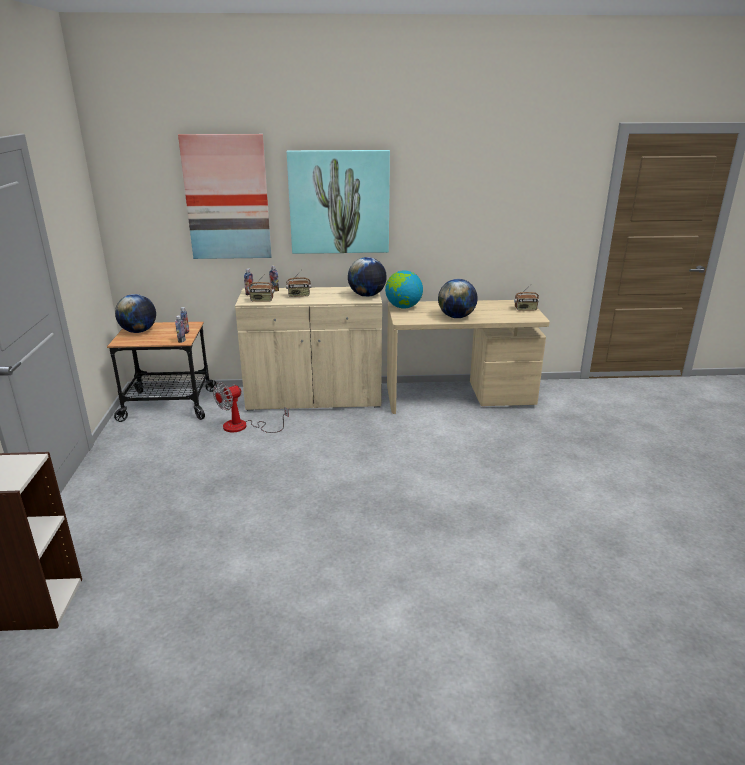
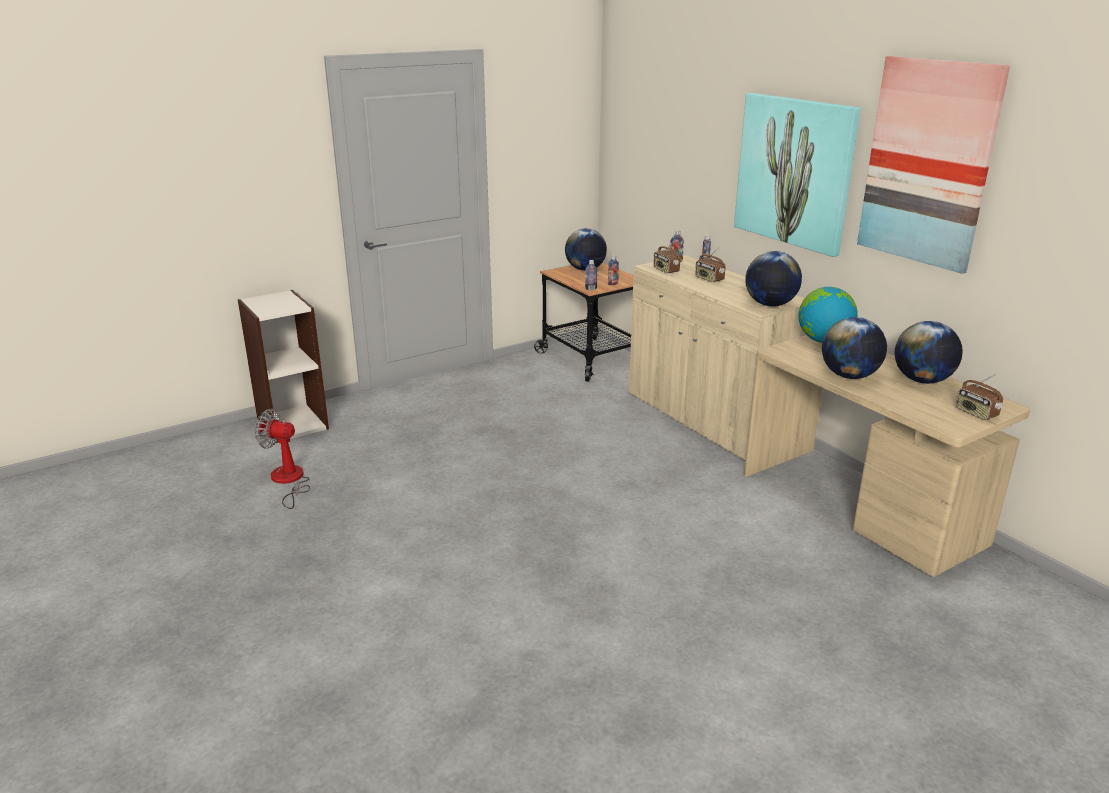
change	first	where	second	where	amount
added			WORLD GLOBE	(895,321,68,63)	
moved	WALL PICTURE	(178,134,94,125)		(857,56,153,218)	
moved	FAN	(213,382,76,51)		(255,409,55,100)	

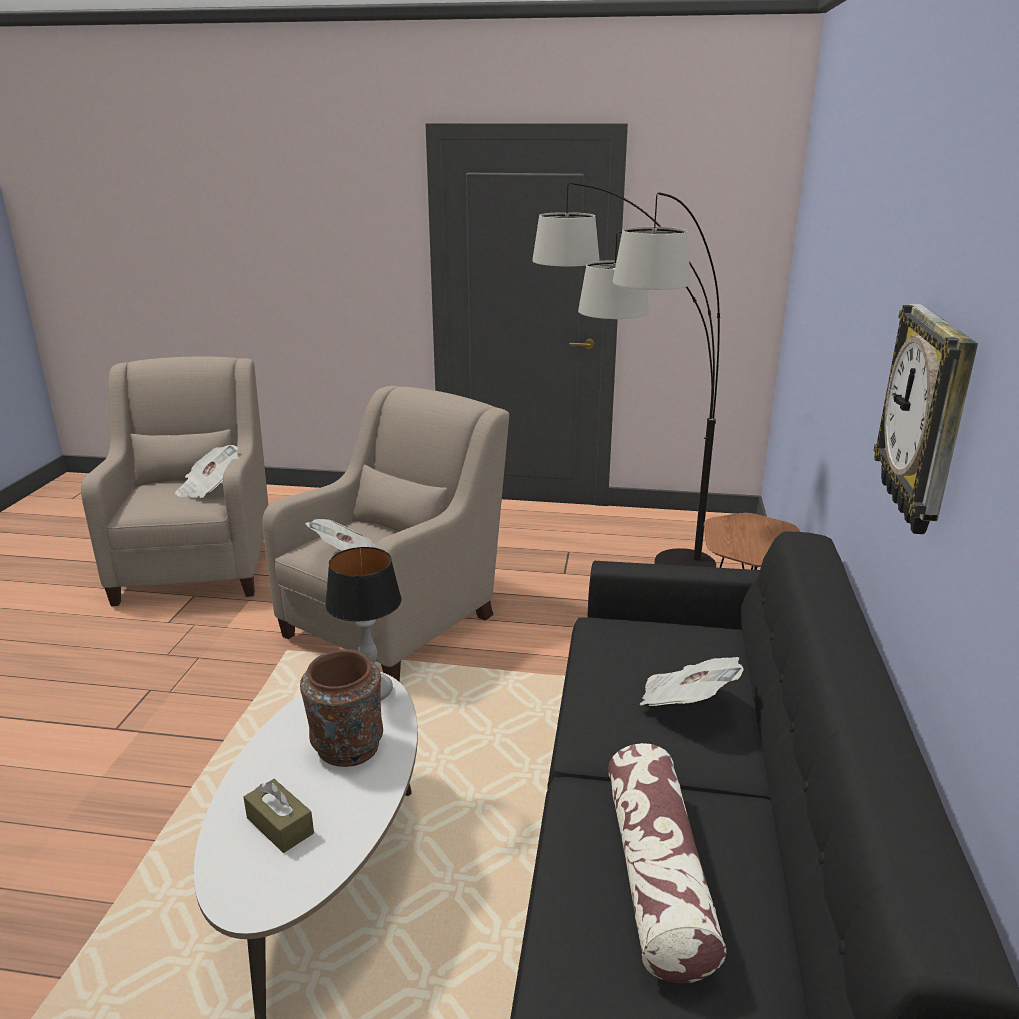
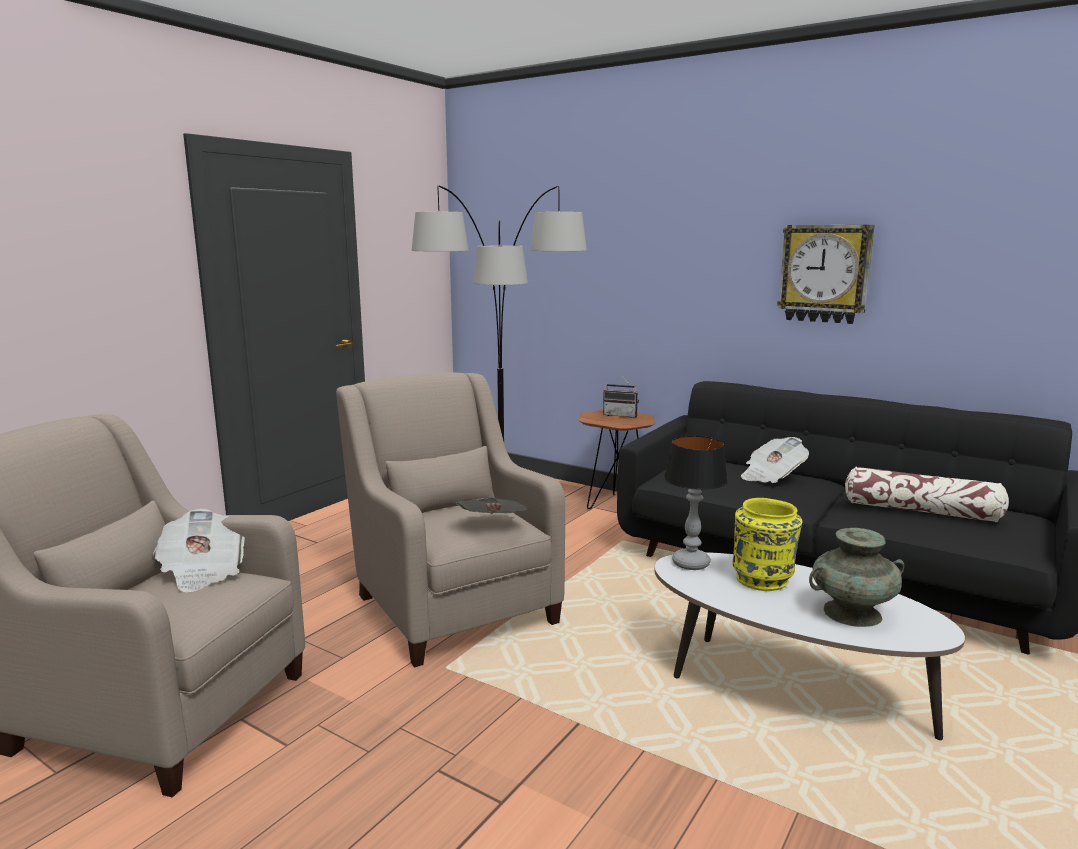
change	first	where	second	where	amount
added			RADIO	(603,376,36,42)	
replaced	BROWN-COLOURED TISSUE BOX	(244,779,70,74)	TURQUOISE-COLOURED FLOWER VASE	(809,528,95,99)	
recoloured	BROWN-COLOURED FLOWER VASE	(300,649,83,118)	YELLOW FLOWER VASE	(732,498,70,93)	

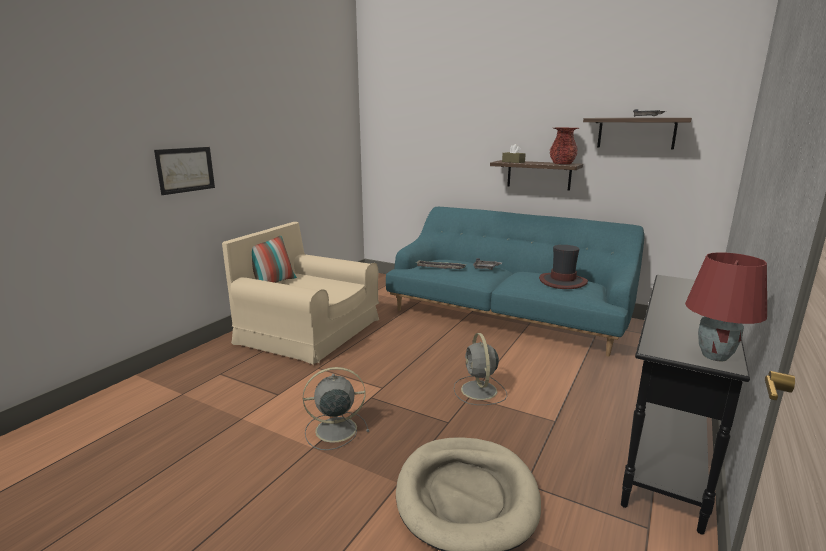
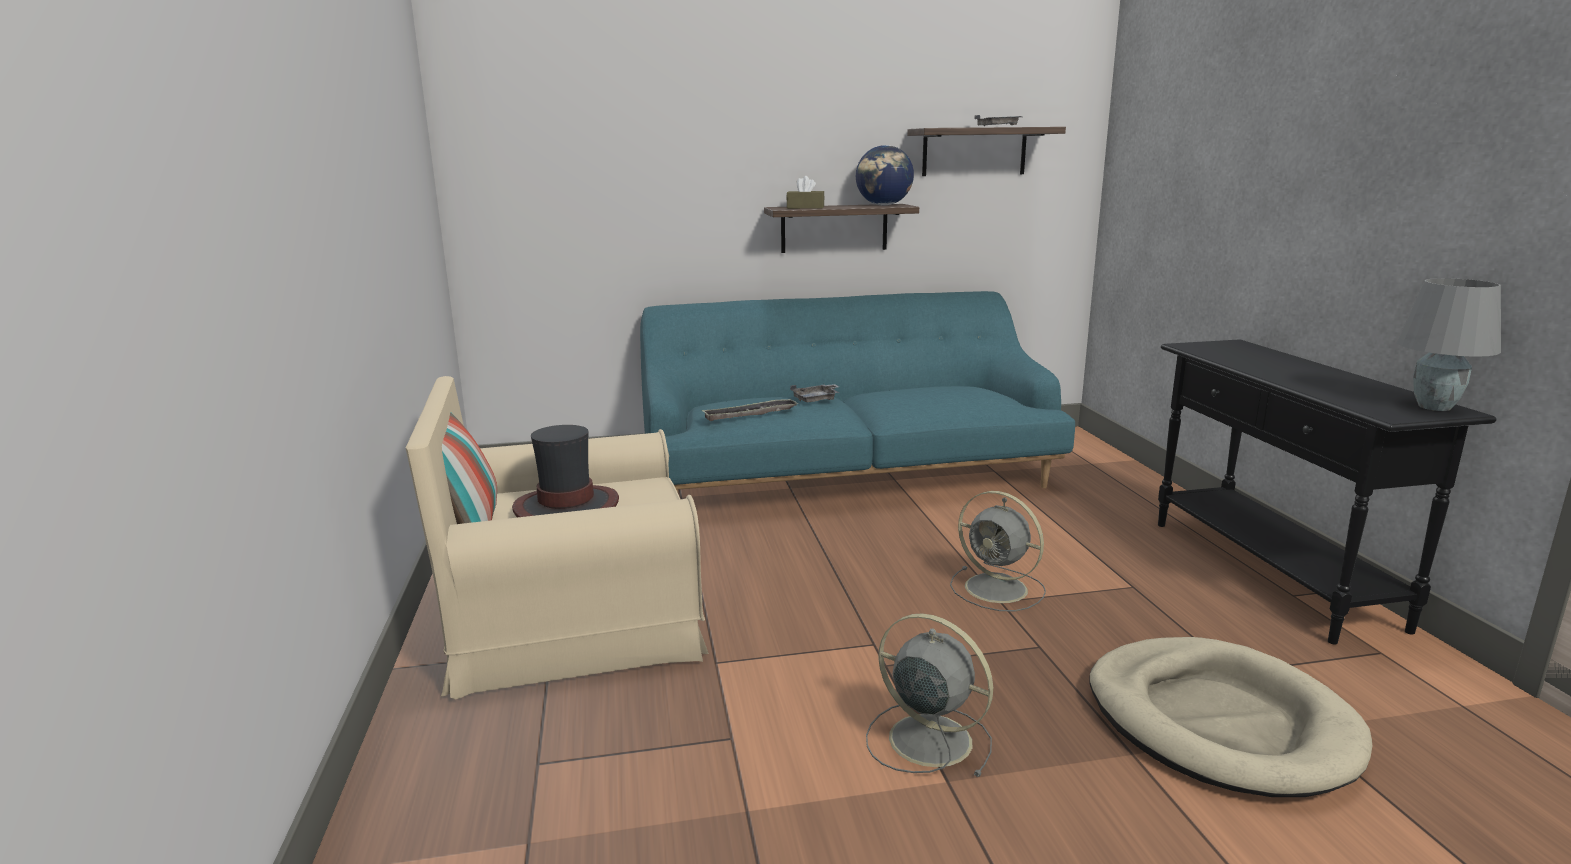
change	first	where	second	where	amount
removed	WALL PICTURE	(154,147,61,48)			
moved	CLOTHING HAT	(539,245,49,44)		(512,425,107,92)	
replaced	REDDISH FLOWER VASE	(550,128,29,36)	WORLD GLOBE	(856,145,58,61)	
recoloured	REDDISH LAMP FOR A TABLE	(685,252,82,109)	GRAY LAMP FOR A TABLE	(1397,278,104,133)	
turned	GRAY FAN	(303,367,66,83)		(866,613,127,164)	90 degrees clockwise

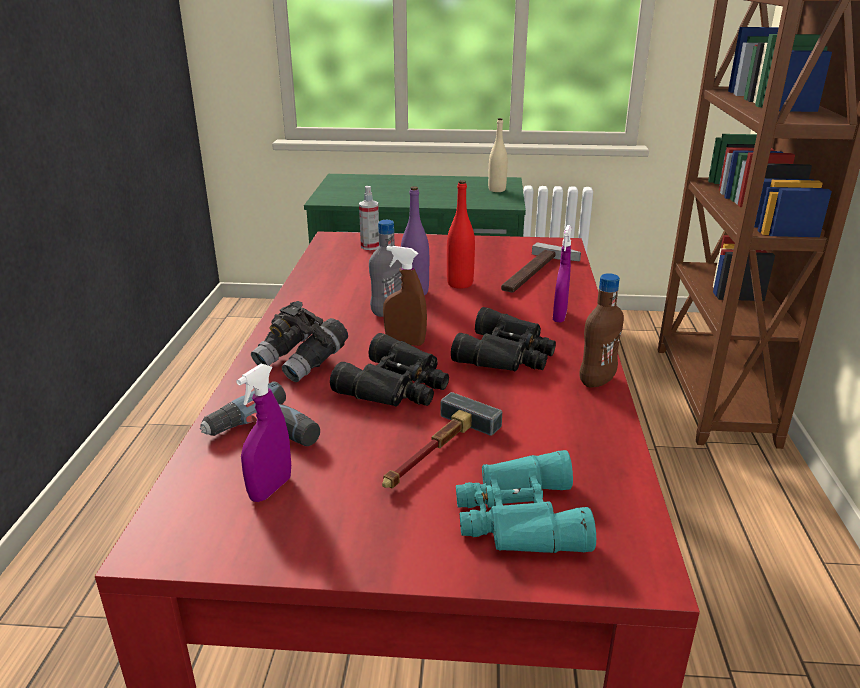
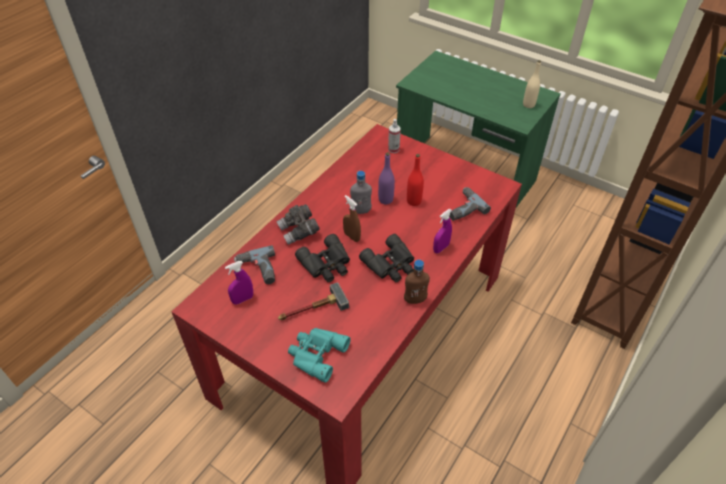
change	first	where	second	where	amount
replaced	HAND HAMMER	(501,242,80,51)	DRILL	(449,187,42,34)	

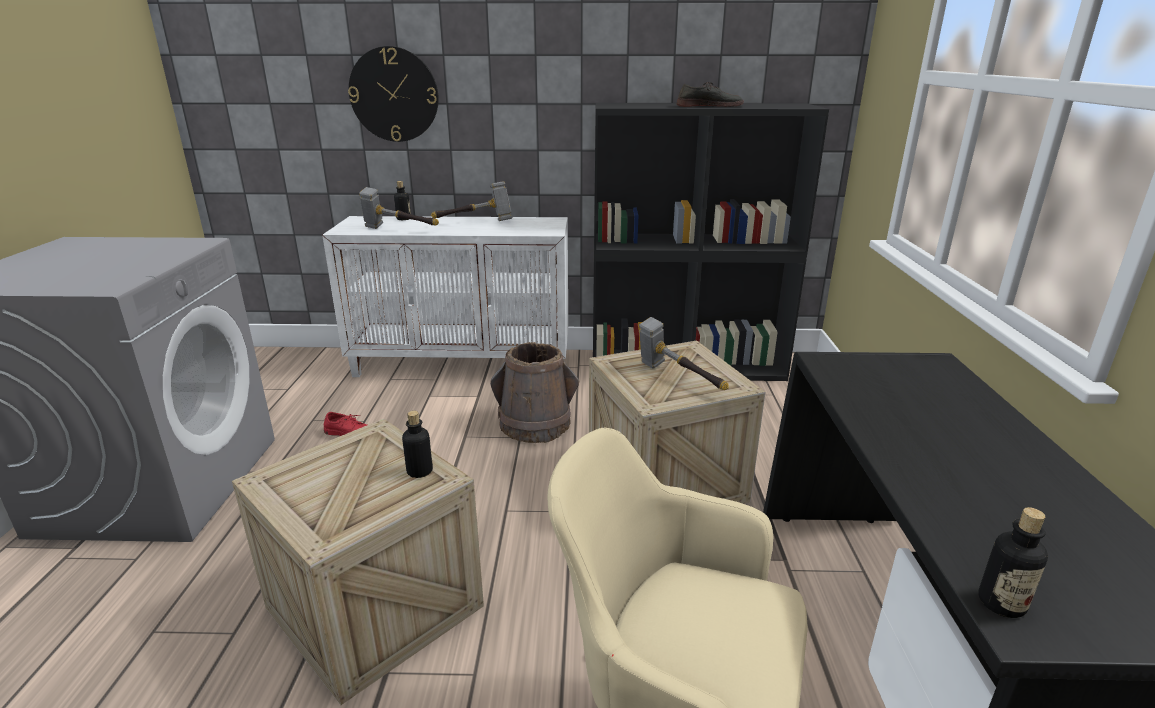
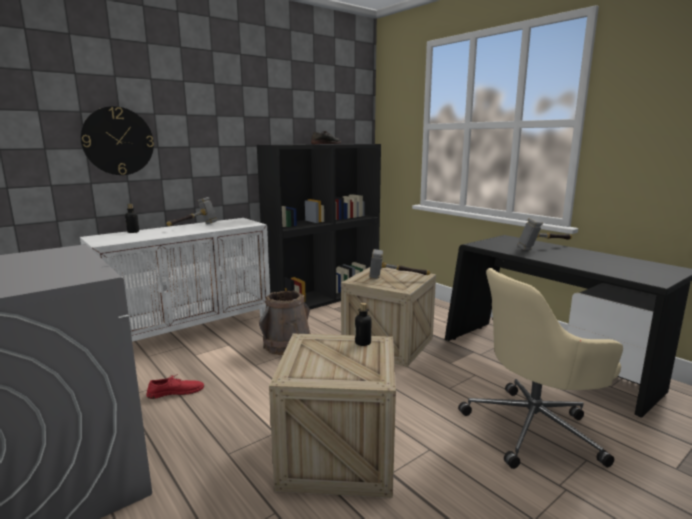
change	first	where	second	where	amount
removed	BOTTLE	(978,507,70,111)			
moved	HAND HAMMER	(359,187,80,42)		(517,218,55,32)	

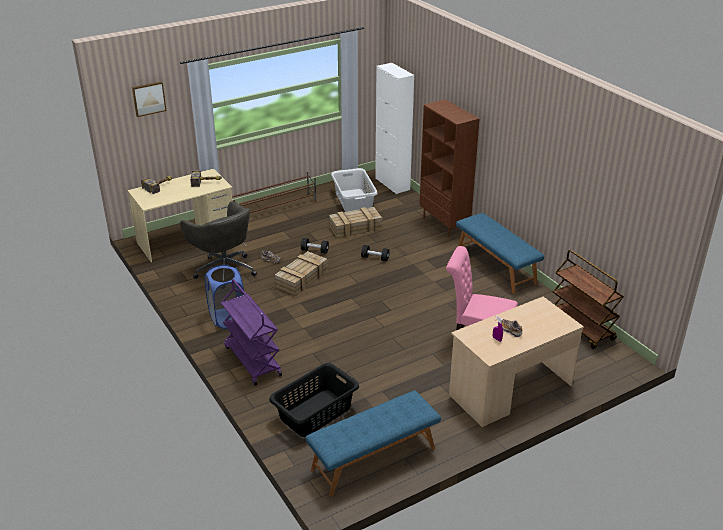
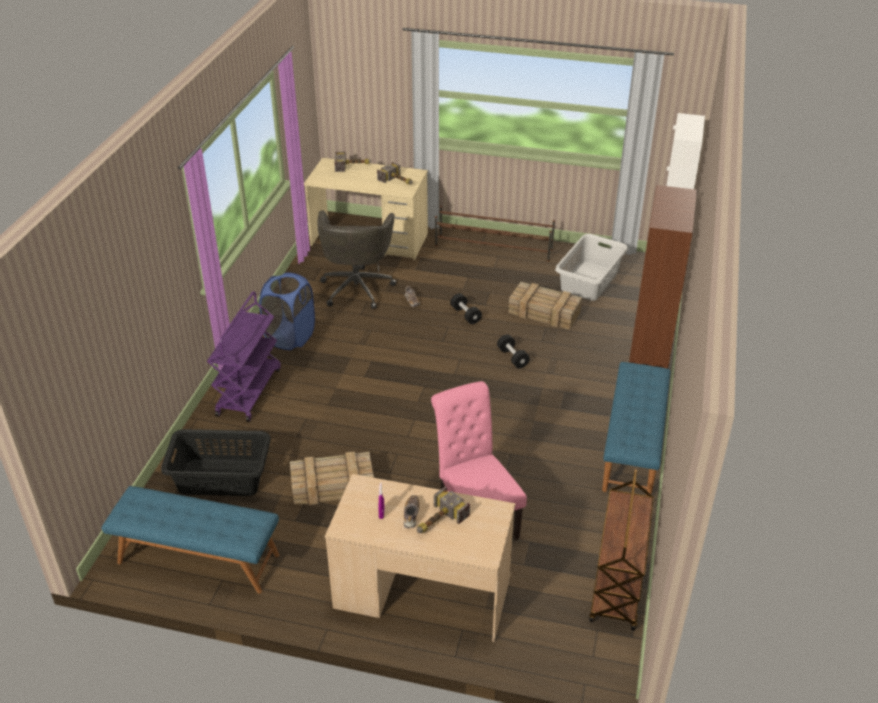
change	first	where	second	where	amount
removed	WALL PICTURE	(132,81,35,36)			
added			HAND HAMMER	(417,487,53,46)	
moved	PACKING CRATE	(275,251,53,45)		(290,451,84,55)	

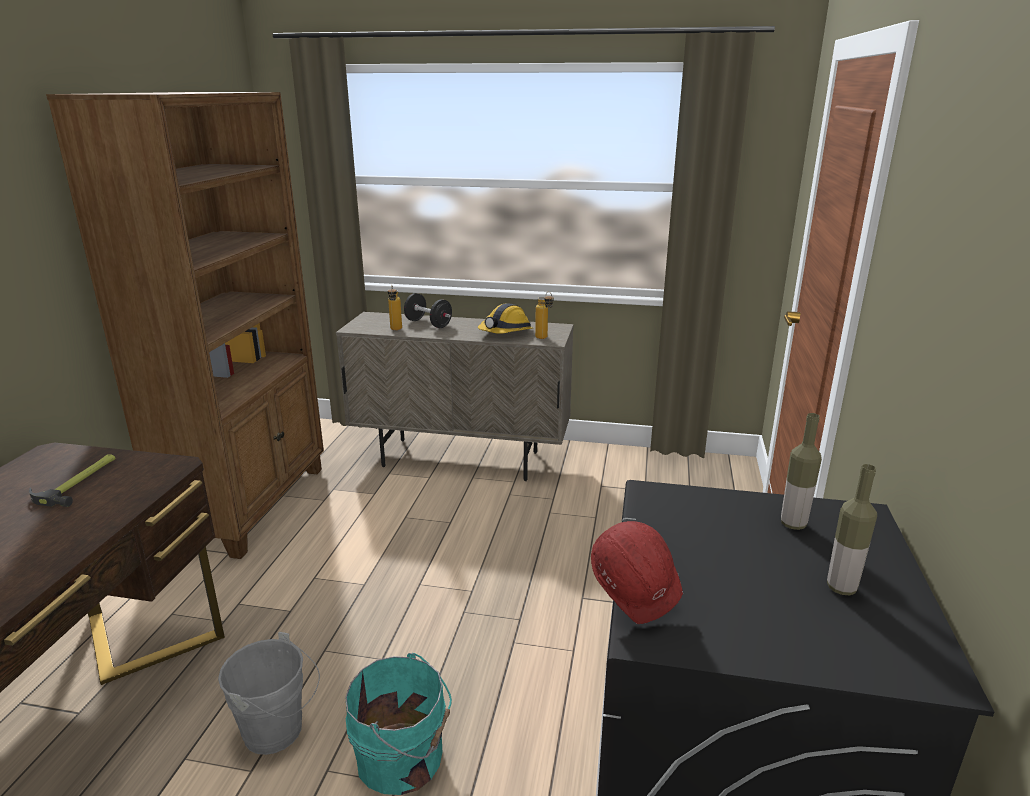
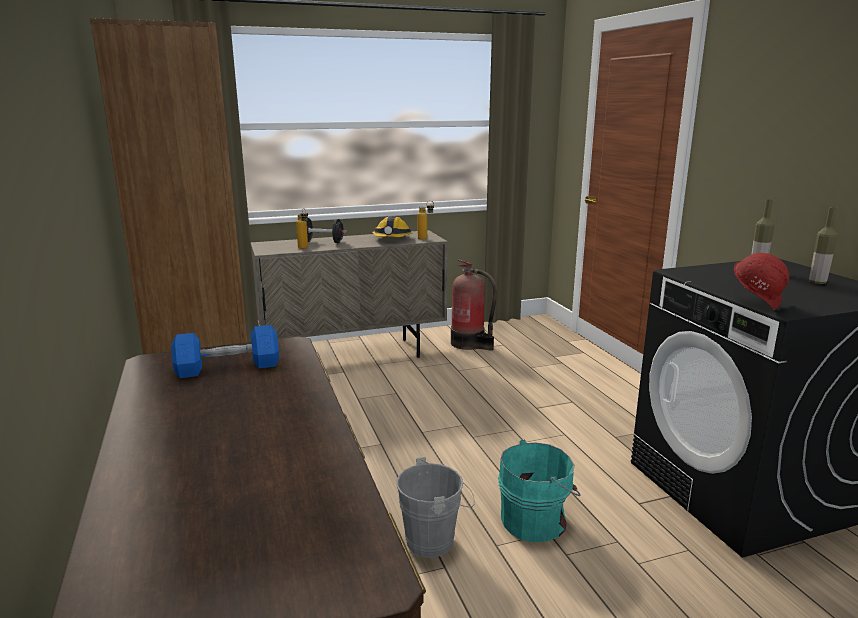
change	first	where	second	where	amount
added			FIRE EXTINGUISHER	(451,259,46,91)	
replaced	HAND HAMMER	(29,454,87,53)	BLUE-COLOURED HAND WEIGHT	(171,325,108,53)	

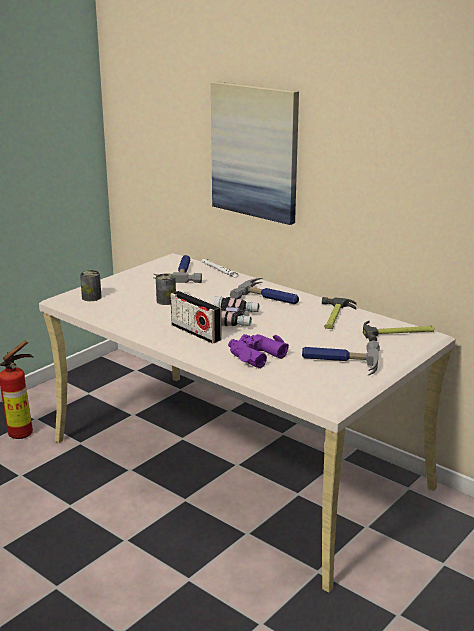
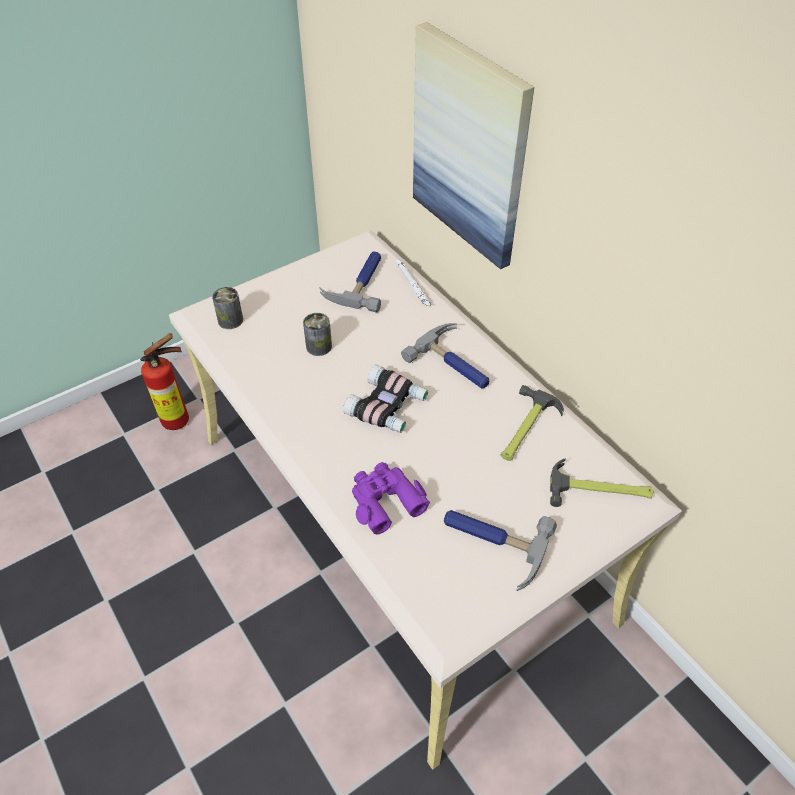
change	first	where	second	where	amount
removed	RADIO	(170,291,52,53)			

